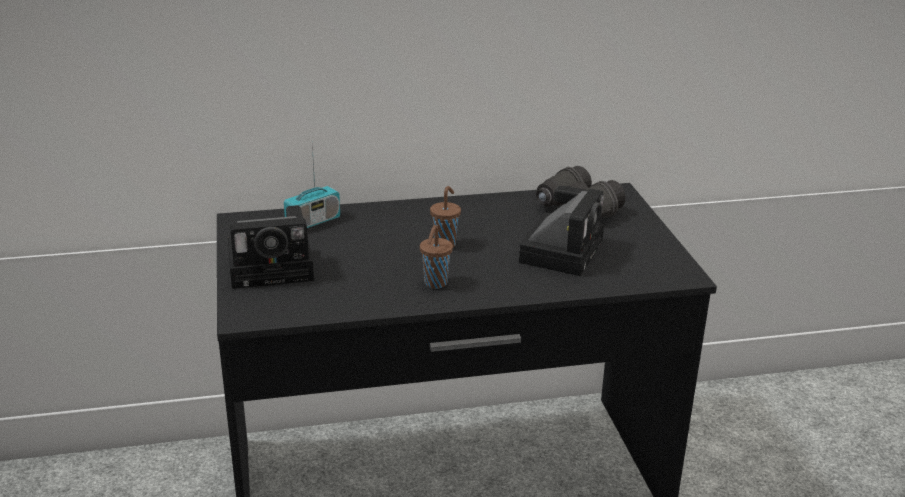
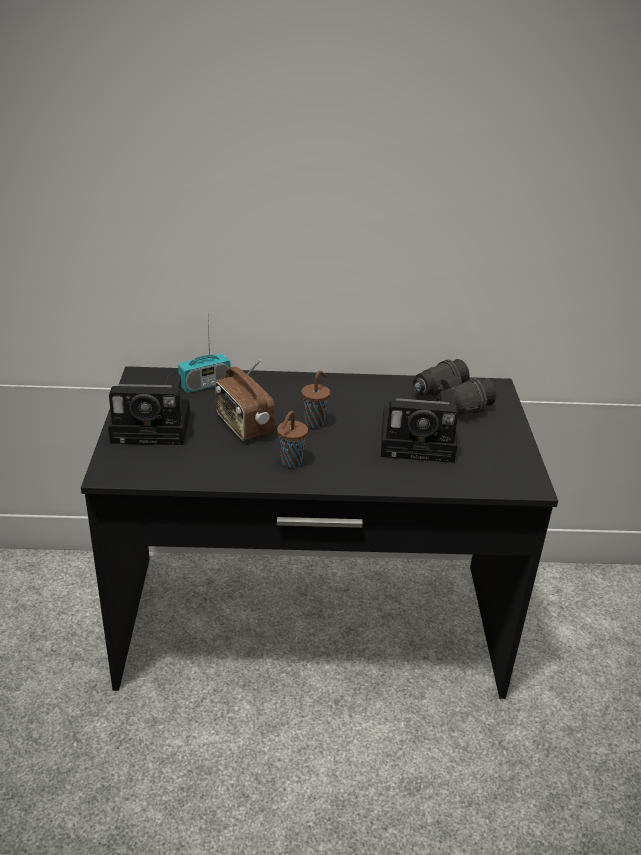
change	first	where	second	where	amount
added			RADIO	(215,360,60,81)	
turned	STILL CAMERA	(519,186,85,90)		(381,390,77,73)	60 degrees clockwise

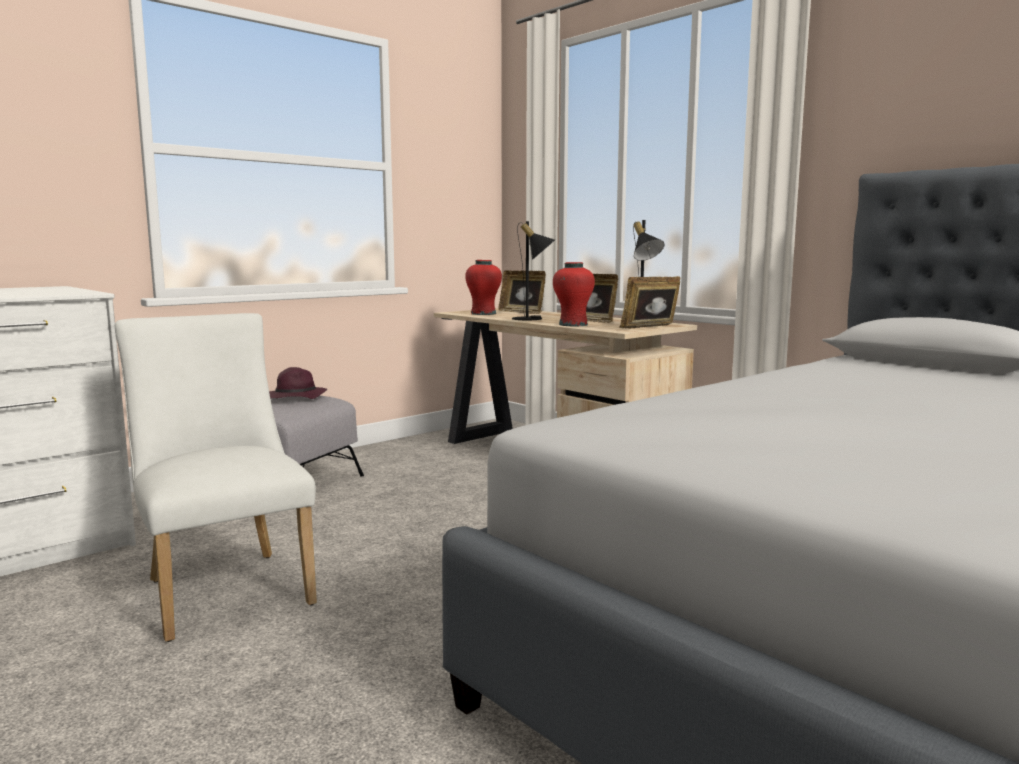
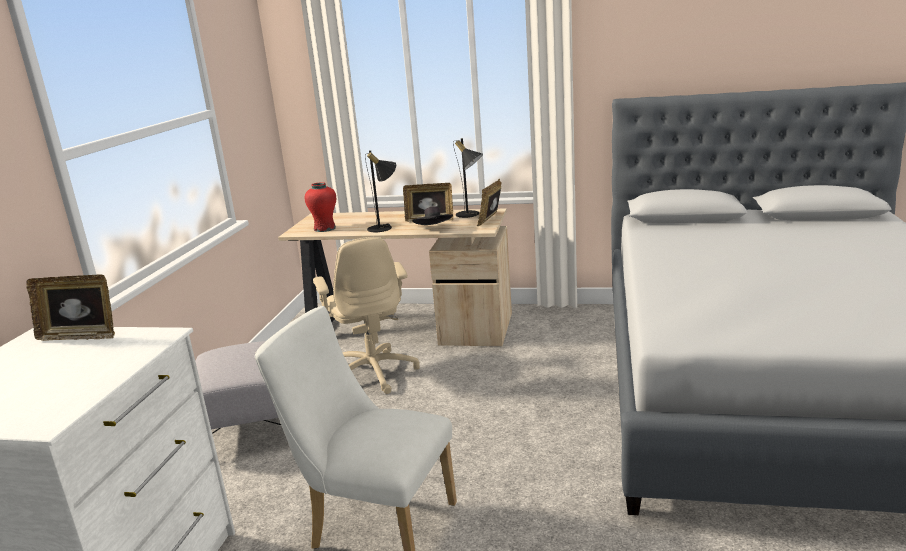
change	first	where	second	where	amount
removed	PURPLE-COLOURED CLOTHING HAT	(269,367,59,32)			
added			BEIGE COMPUTER CHAIR	(313,237,107,157)	
moved	PHOTO FRAME	(498,270,48,44)		(26,274,89,67)	
replaced	REDDISH FLOWER VASE	(553,262,42,64)	BLACKISH CLOTHING HAT	(412,206,41,19)	

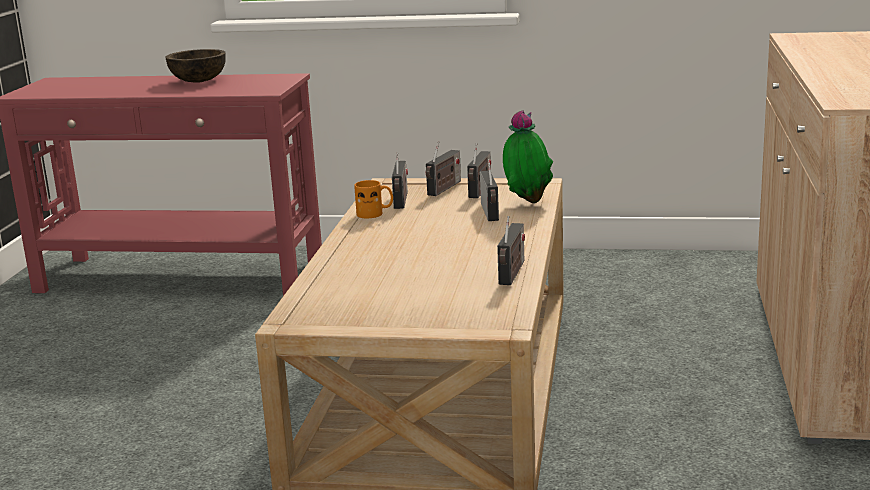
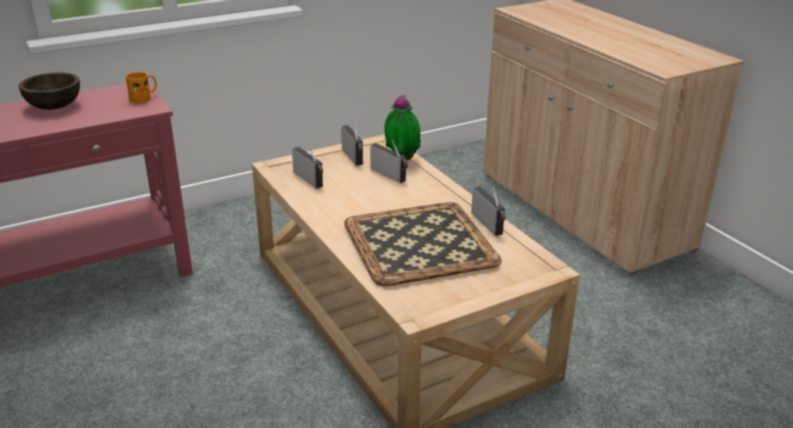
change	first	where	second	where	amount
removed	RADIO	(426,141,35,55)			
added			CARRYING TRAY	(344,202,158,84)	
moved	ORANGE-COLOURED MUG	(354,180,39,38)		(126,72,31,31)	

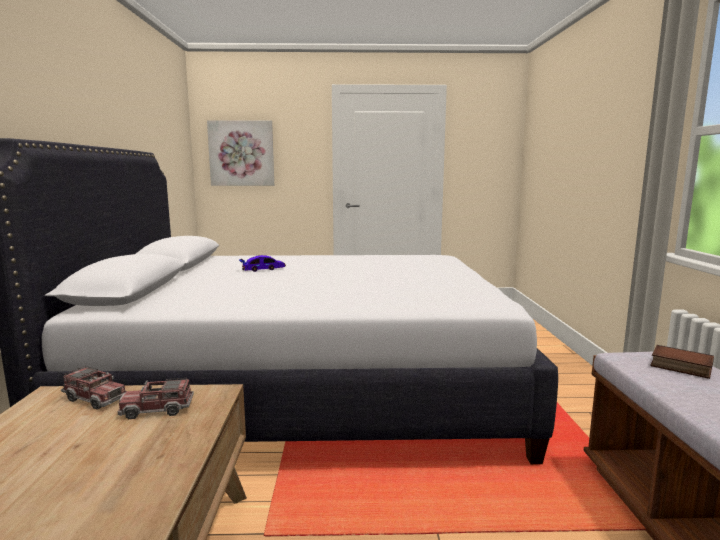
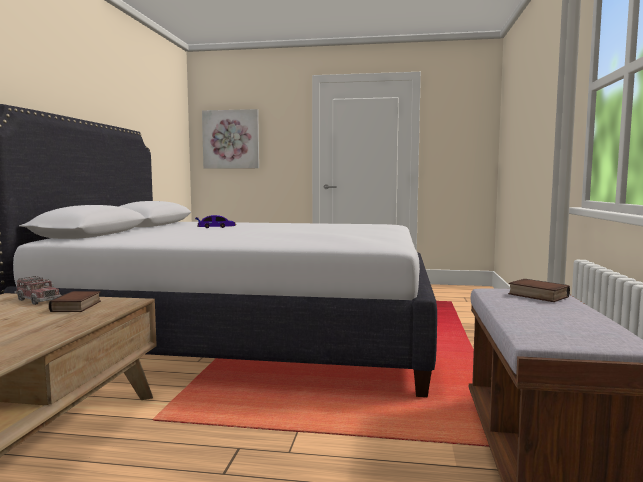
change	first	where	second	where	amount
replaced	MODEL TRUCK	(118,378,76,41)	BOOK	(49,291,52,21)	

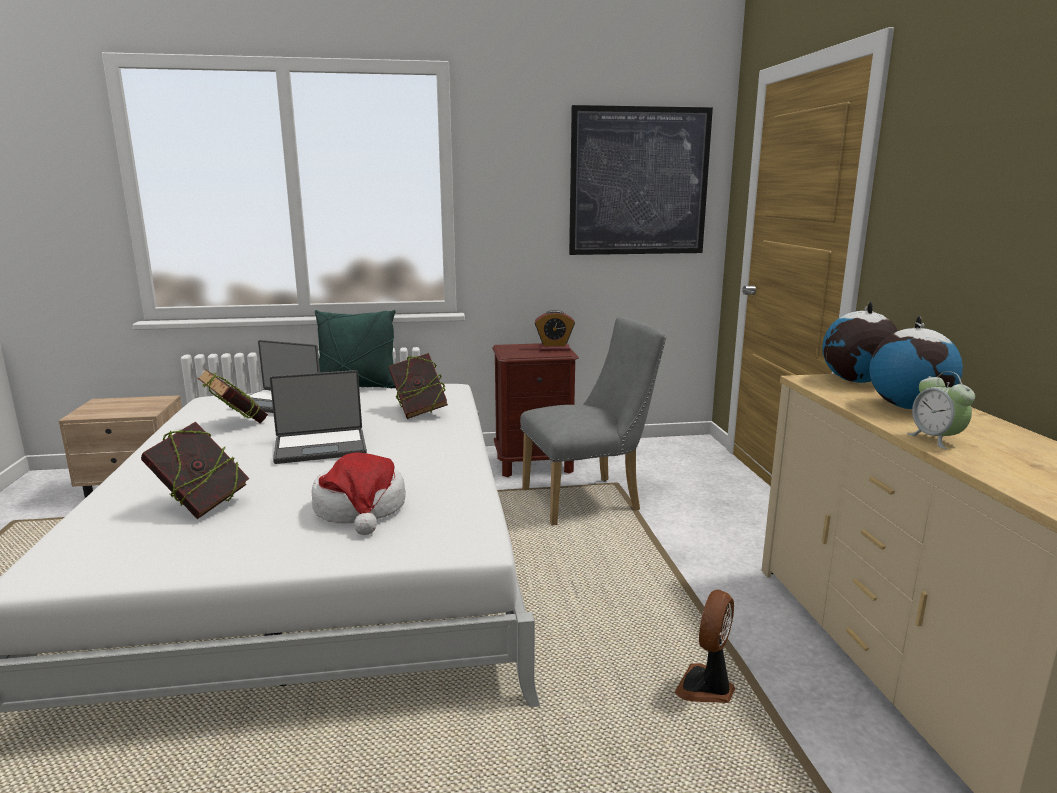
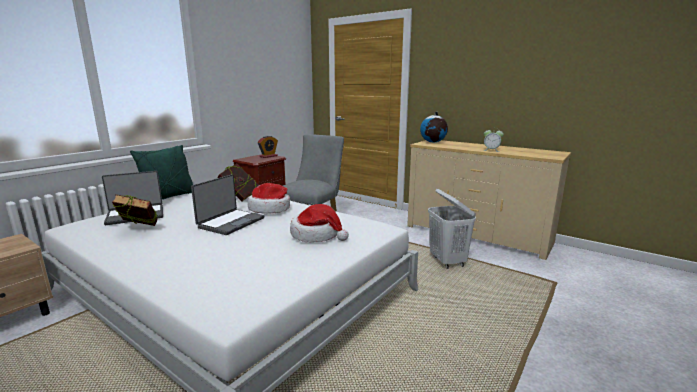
change	first	where	second	where	amount
removed	BOOK	(141,422,109,97)			
removed	WALL PICTURE	(569,105,144,150)			
removed	WORLD GLOBE	(869,316,94,93)			
added			CLOTHING HAT	(248,183,42,31)	
replaced	FAN	(674,590,61,113)	WHITE-COLOURED LAUNDRY BASKET	(428,189,48,80)	

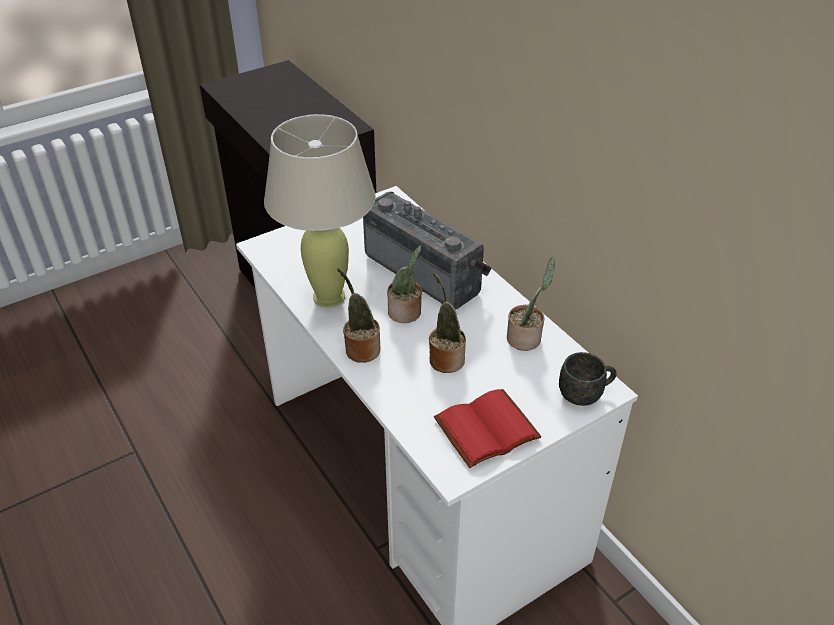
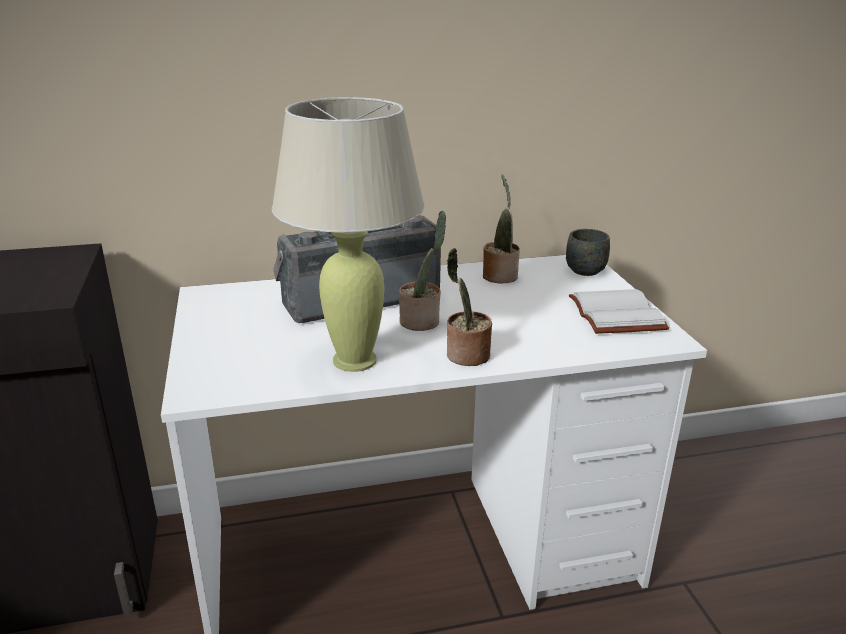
change	first	where	second	where	amount
removed	HOUSEPLANT	(429,273,37,100)			
recoloured	REDDISH BOOK	(434,389,108,79)	WHITE-COLOURED BOOK	(569,289,100,45)	

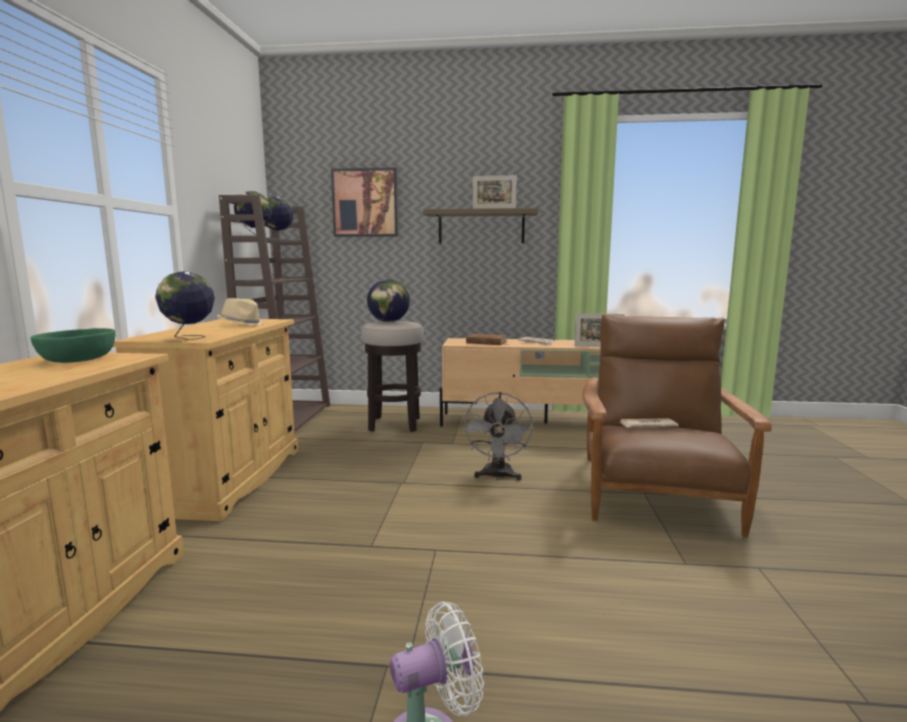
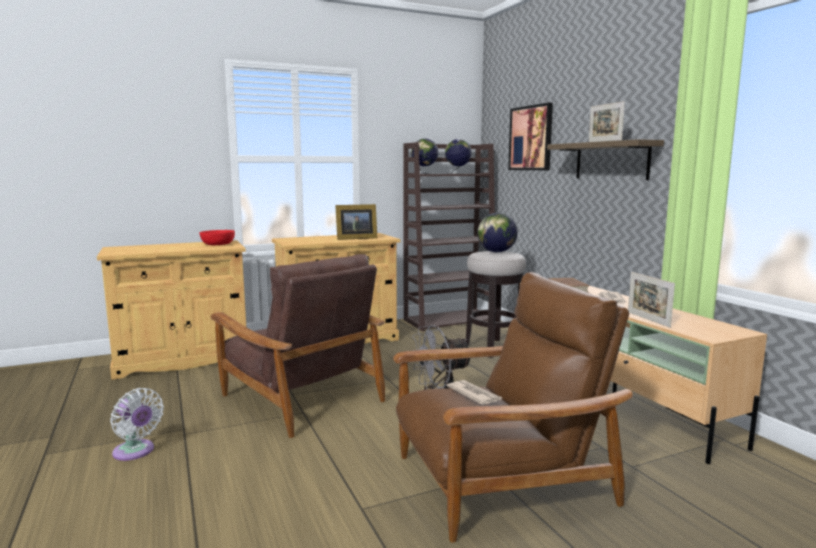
change	first	where	second	where	amount
removed	WORLD GLOBE	(155,271,60,69)			
added			BROWN-COLOURED ARMCHAIR	(211,254,174,184)	
replaced	BEIGE CLOTHING HAT	(217,298,48,27)	PHOTO FRAME	(335,204,42,36)	
recoloured	GREEN-COLOURED BOWL	(30,328,85,35)	REDDISH BOWL	(200,230,35,15)	

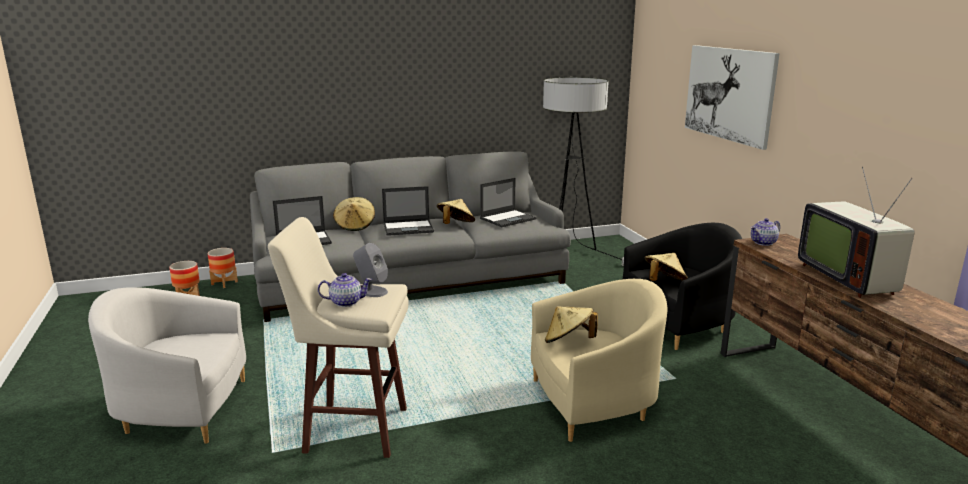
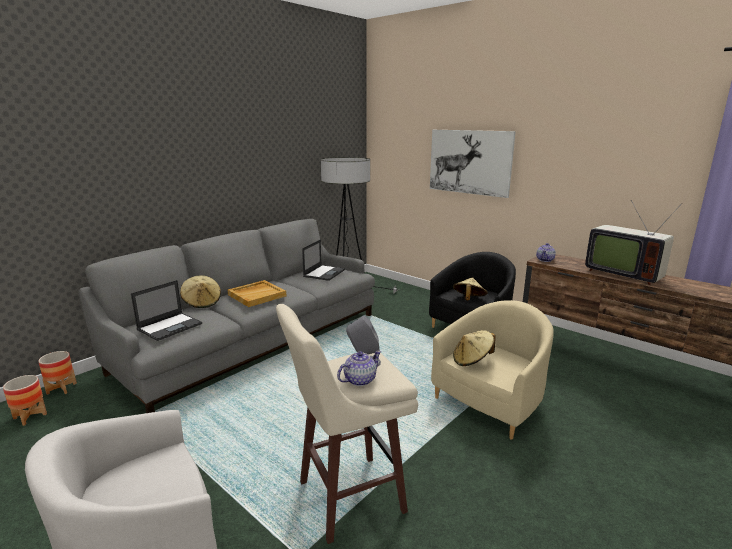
change	first	where	second	where	amount
removed	BEIGE CLOTHING HAT	(437,199,38,25)			
replaced	LAPTOP	(382,186,52,50)	BEIGE CARRYING TRAY	(228,280,59,27)	

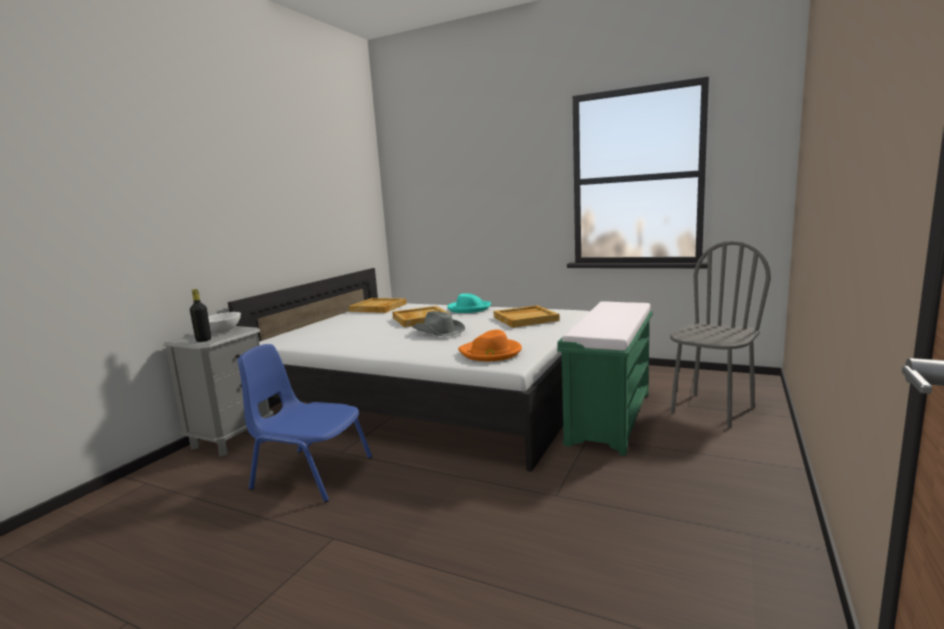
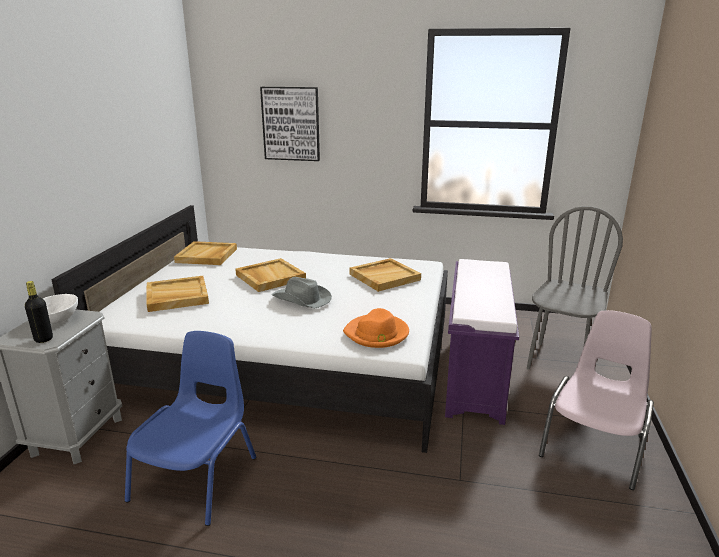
change	first	where	second	where	amount
removed	TURQUOISE-COLOURED CLOTHING HAT	(447,294,44,19)			
added			BEIGE CARRYING TRAY	(146,276,63,36)	
added			WALL PICTURE	(260,87,60,74)	
added			PINK-COLOURED UPRIGHT CHAIR	(539,310,115,180)	
recoloured	GREEN-COLOURED LONG SEAT	(557,301,96,155)	PURPLE-COLOURED LONG SEAT	(445,259,74,166)	
turned	BLUE-COLOURED UPRIGHT CHAIR	(238,344,134,158)		(125,331,131,195)	105 degrees clockwise

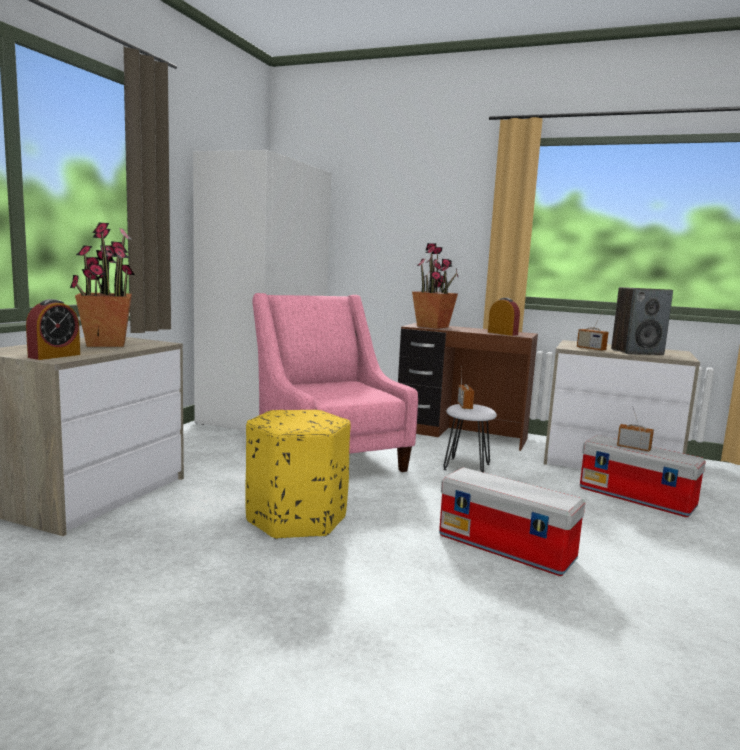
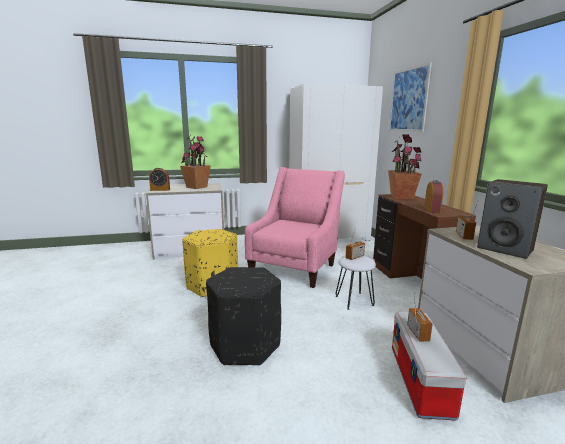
change	first	where	second	where	amount
added			WALL PICTURE	(389,62,43,70)	
replaced	STORAGE CONTAINER	(439,467,146,109)	BLACKISH POUFFE	(206,267,75,99)	

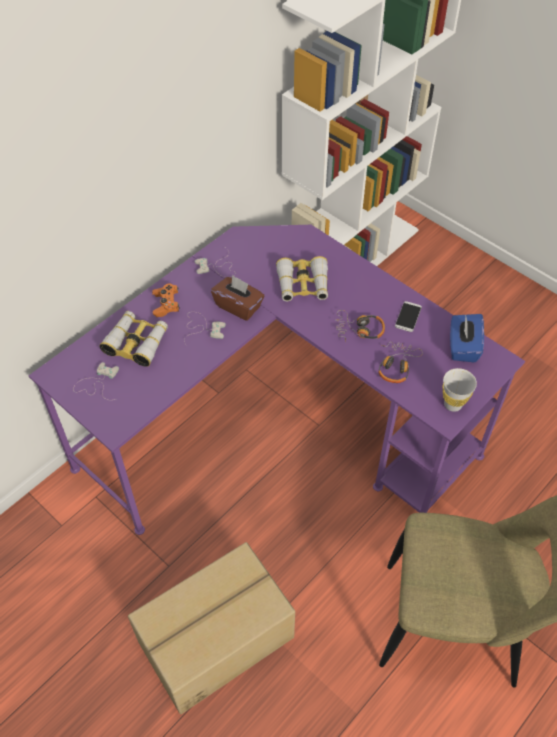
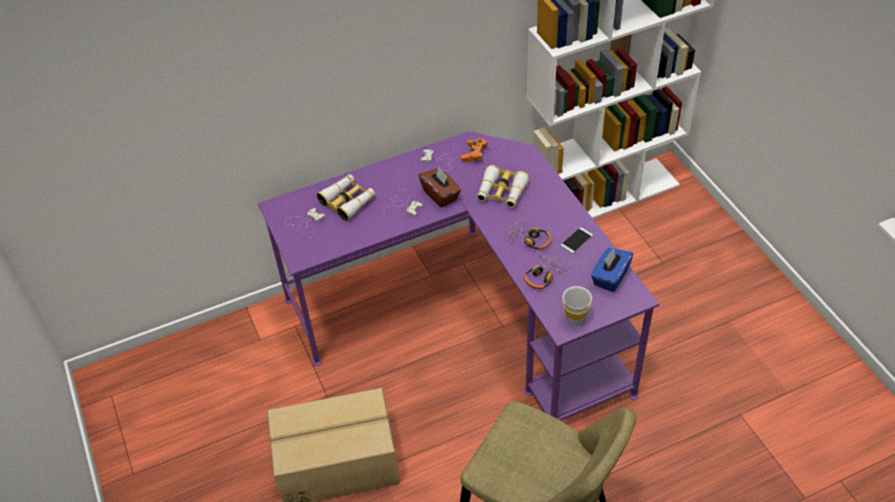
change	first	where	second	where	amount
moved	ORANGE-COLOURED JOYPAD	(152,283,27,34)		(461,138,27,24)	

